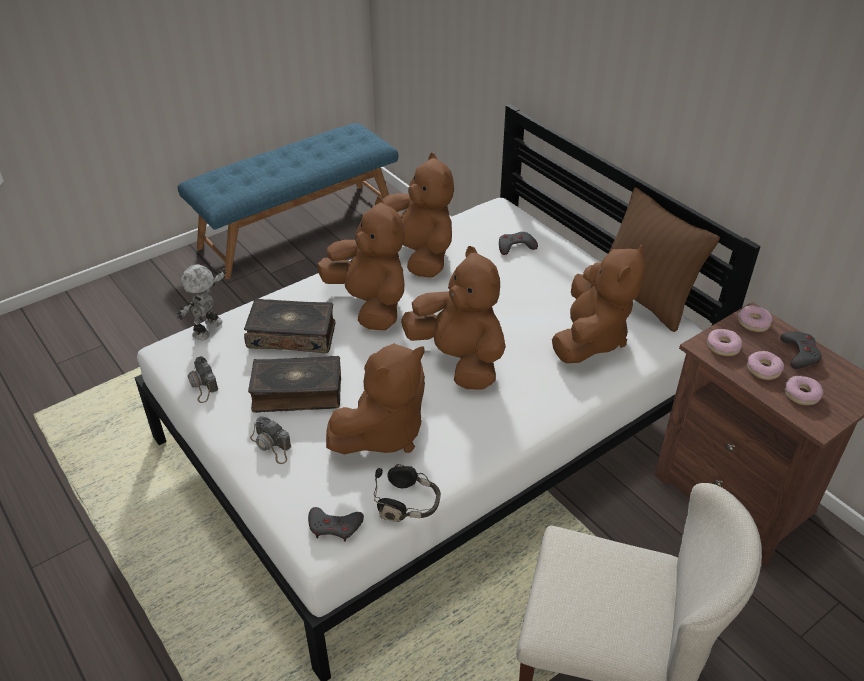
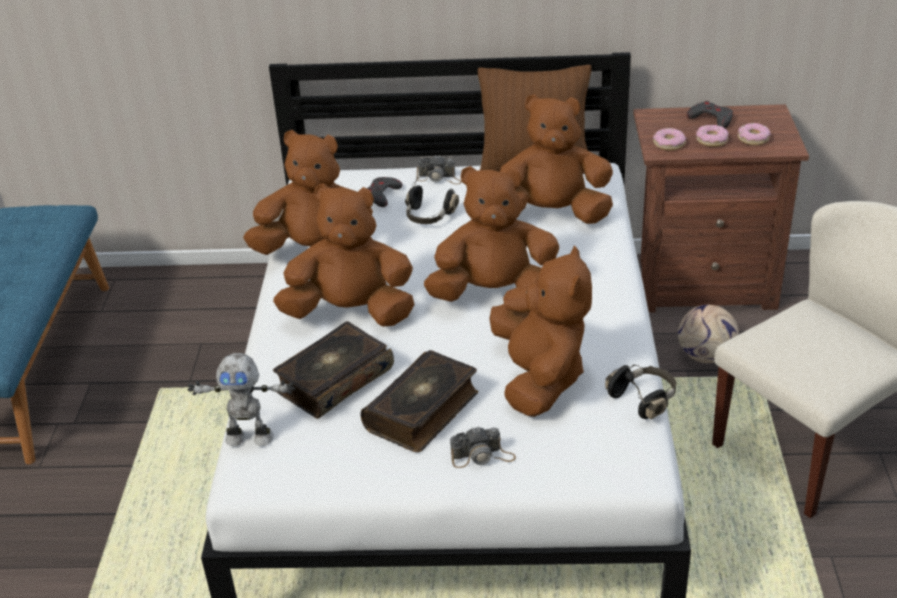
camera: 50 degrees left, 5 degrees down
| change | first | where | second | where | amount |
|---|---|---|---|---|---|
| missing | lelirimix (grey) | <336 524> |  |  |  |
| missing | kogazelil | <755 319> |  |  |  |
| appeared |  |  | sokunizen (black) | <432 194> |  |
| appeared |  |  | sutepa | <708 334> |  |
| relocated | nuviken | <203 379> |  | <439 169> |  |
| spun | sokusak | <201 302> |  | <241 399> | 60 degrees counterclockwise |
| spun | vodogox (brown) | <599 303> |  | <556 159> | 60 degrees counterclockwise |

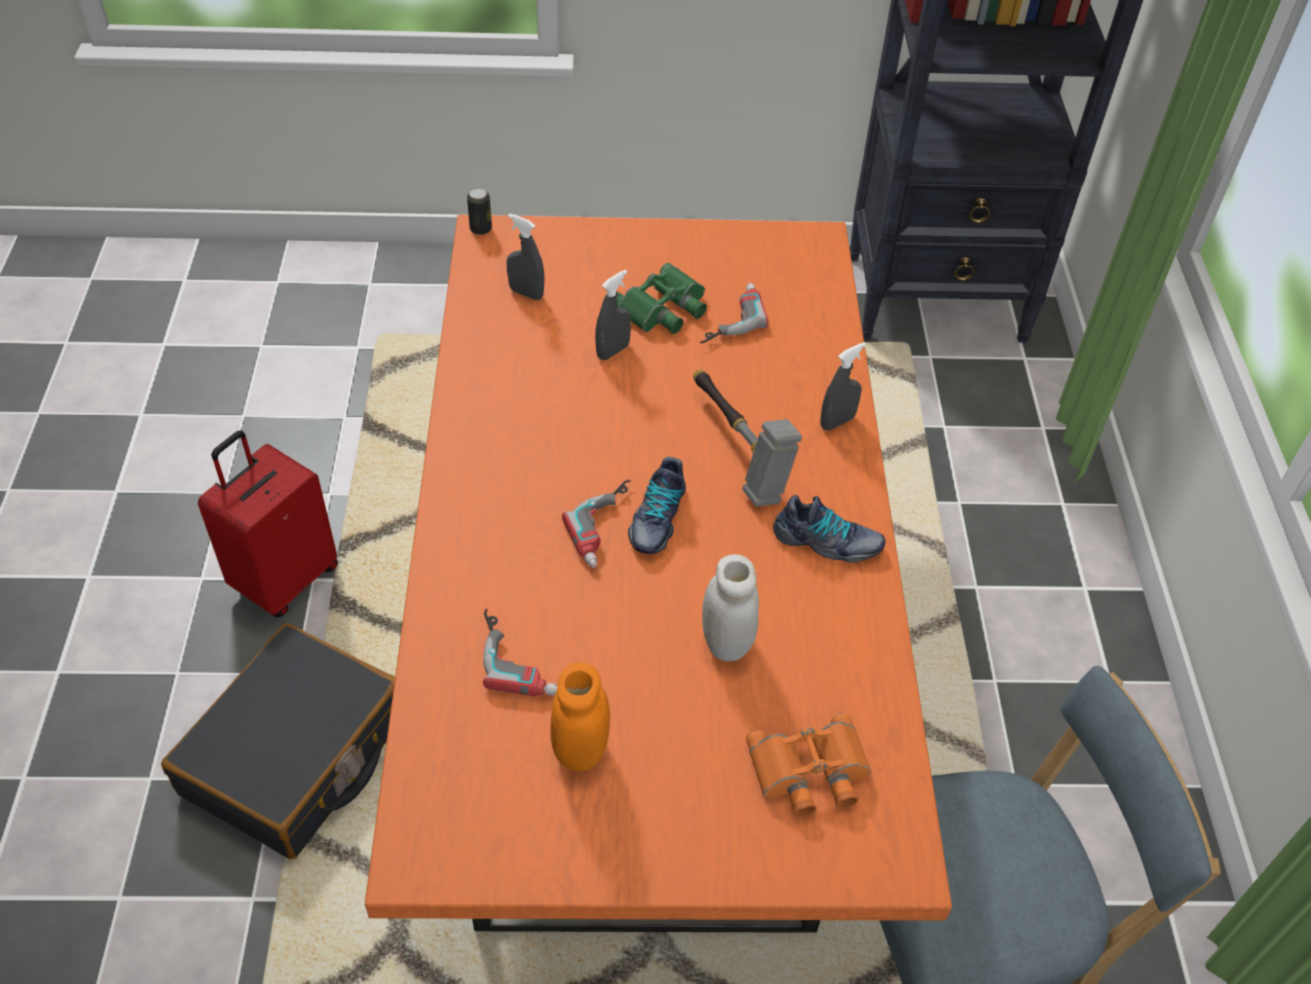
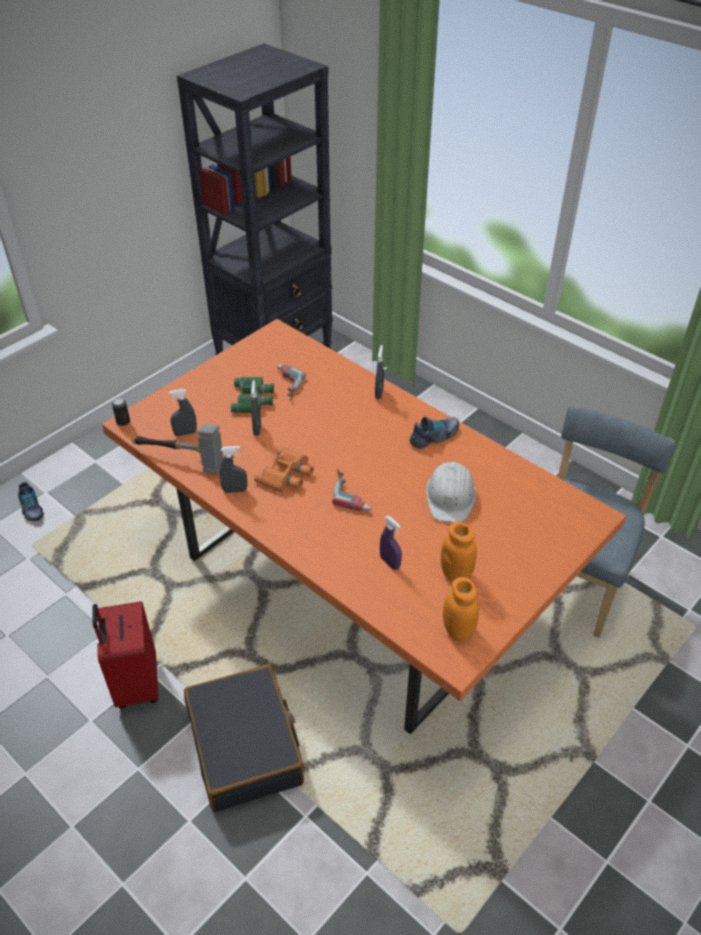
camera: 45 degrees left, 5 degrees down
| change | first | where | second | where | amount |
|---|---|---|---|---|---|
| appeared |  |  | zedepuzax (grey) | <233 469> |  |
| appeared |  |  | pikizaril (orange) | <461 609> |  |
| relocated | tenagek | <657 505> |  | <31 501> |  |
| relocated | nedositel | <747 438> |  | <177 449> |  |
| relocated | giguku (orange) | <808 765> |  | <284 469> |  |
| exchanged | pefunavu | <520 652> | zedepuzax (purple) | <391 543> |  |
| exchanged | pikizaril (white) | <730 608> | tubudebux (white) | <451 492> |  |

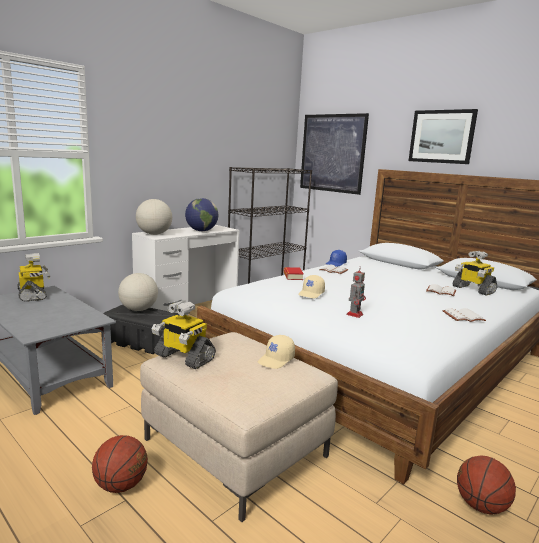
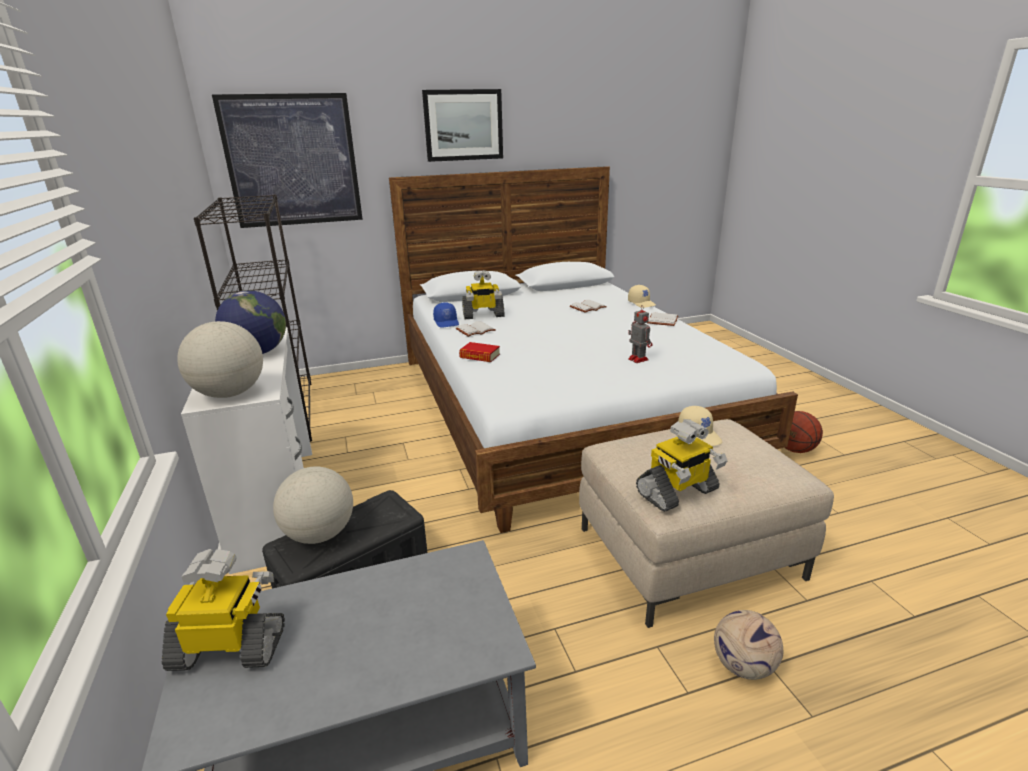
camera: 60 degrees left, 10 degrees up
| change | first | where | second | where | amount |
|---|---|---|---|---|---|
| relocated | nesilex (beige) | <311 286> |  | <642 296> |  |
| relocated | sokusak | <474 273> |  | <483 294> |  |
| exchanged | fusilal | <120 464> | sutepa | <748 645> |  |

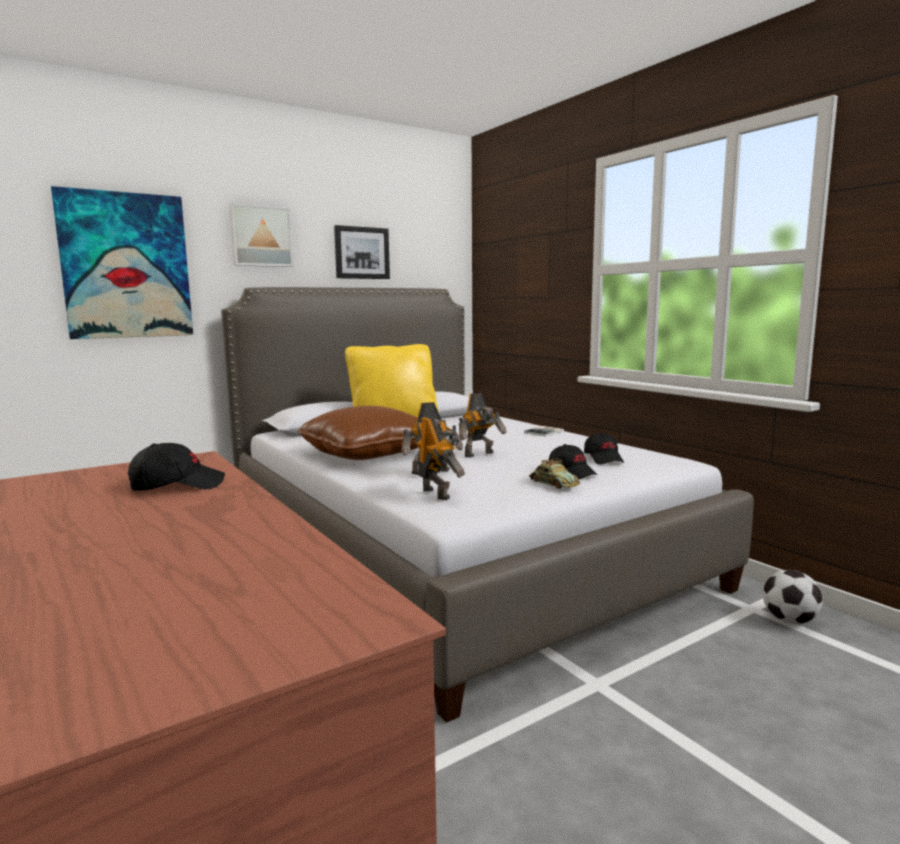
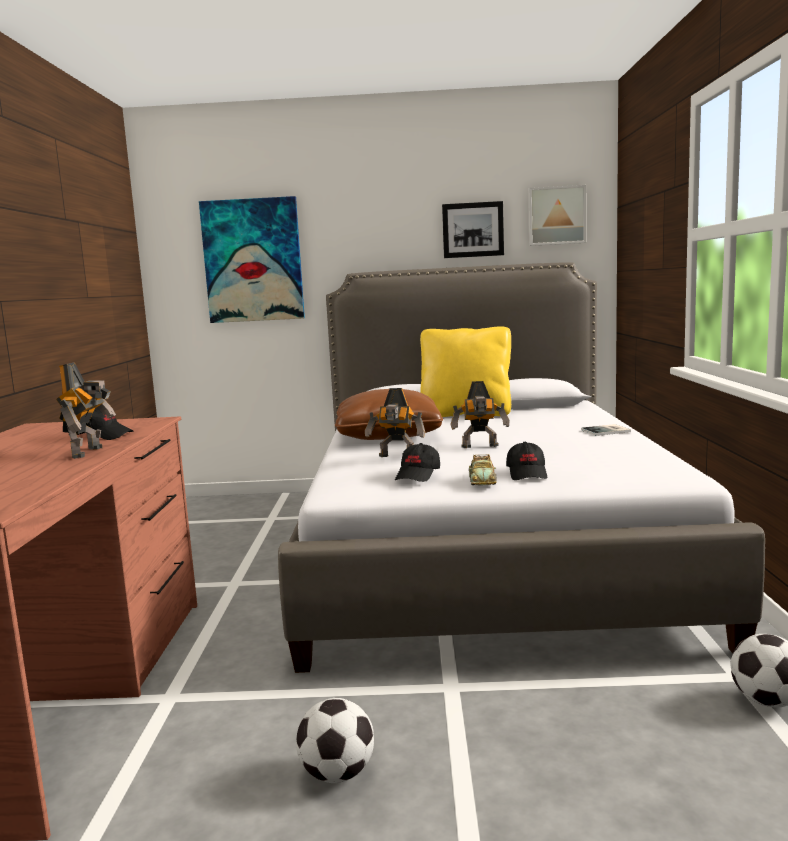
camera: 35 degrees right, 0 degrees up
| change | first | where | second | where | amount |
|---|---|---|---|---|---|
| appeared |  |  | sutepa | <335 740> |  |
| relocated | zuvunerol | <261 235> |  | <557 215> |  |
| relocated | sokusak | <440 458> |  | <86 410> |  |
| relocated | nesilex (black) | <604 448> |  | <417 462> |  |

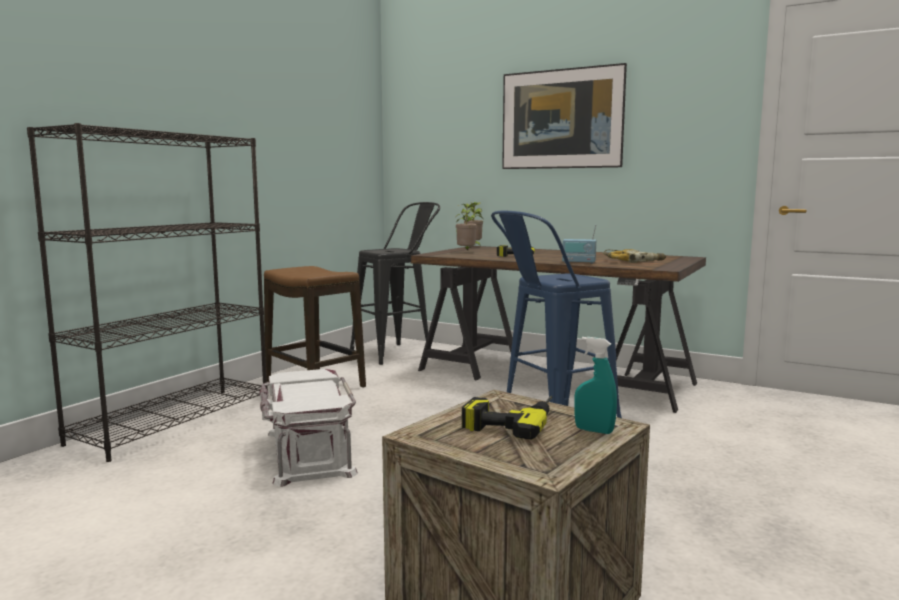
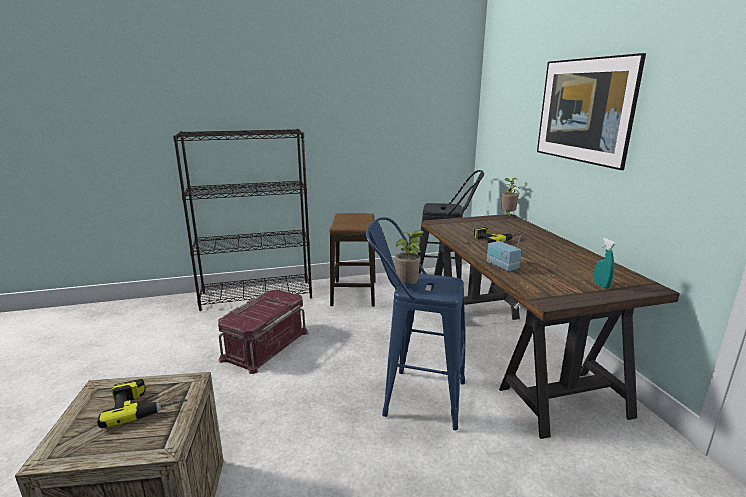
camera: 45 degrees right, 10 degrees up
| change | first | where | second | where | amount |
|---|---|---|---|---|---|
| missing | pefunavu | <634 256> |  |  |  |
| relocated | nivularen | <466 226> |  | <409 257> |  |
| relocated | zedepuzax (turquoise) | <595 385> |  | <604 263> |  |
| colour | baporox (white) | <308 428> | baporox (red) | <263 331> |  |

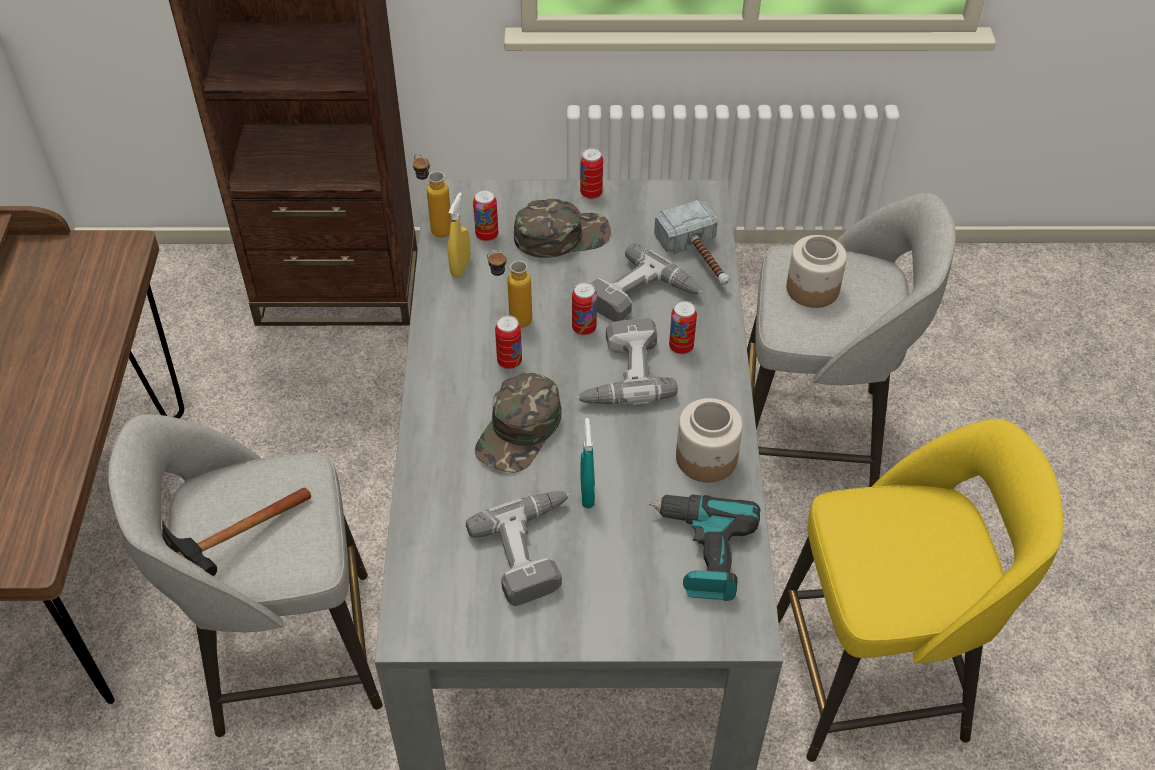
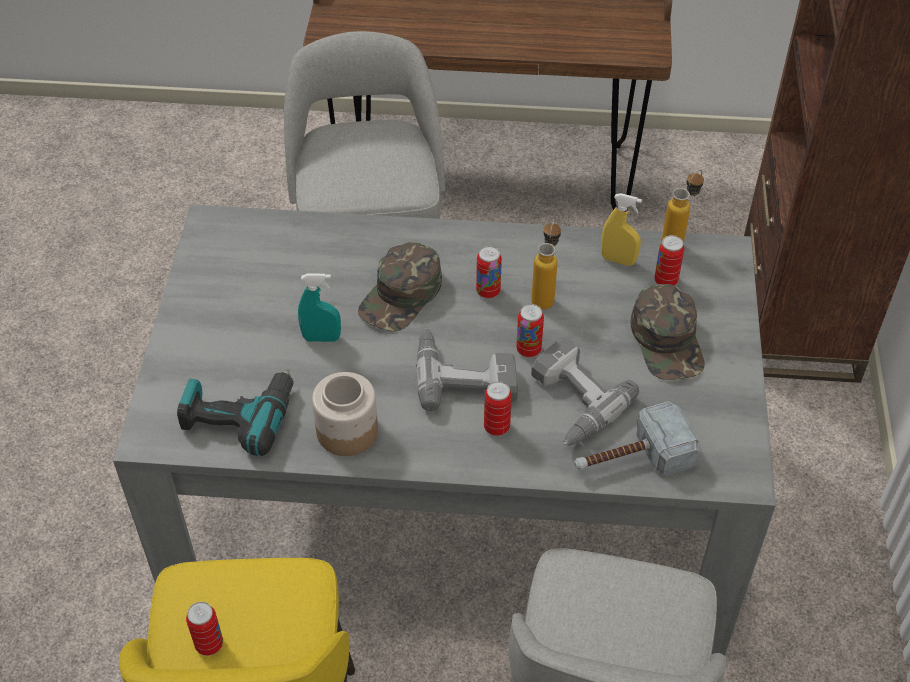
camera: 95 degrees right, 0 degrees up
| change | first | where | second | where | amount |
|---|---|---|---|---|---|
| missing | nedositel | <236 532> |  |  |  |
| missing | pefunavu | <517 548> |  |  |  |
| missing | pikizaril | <816 271> |  |  |  |
| relocated | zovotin | <591 173> |  | <204 629> |  |
| spun | nesilex (green) | <518 422> |  | <400 287> | 90 degrees counterclockwise |

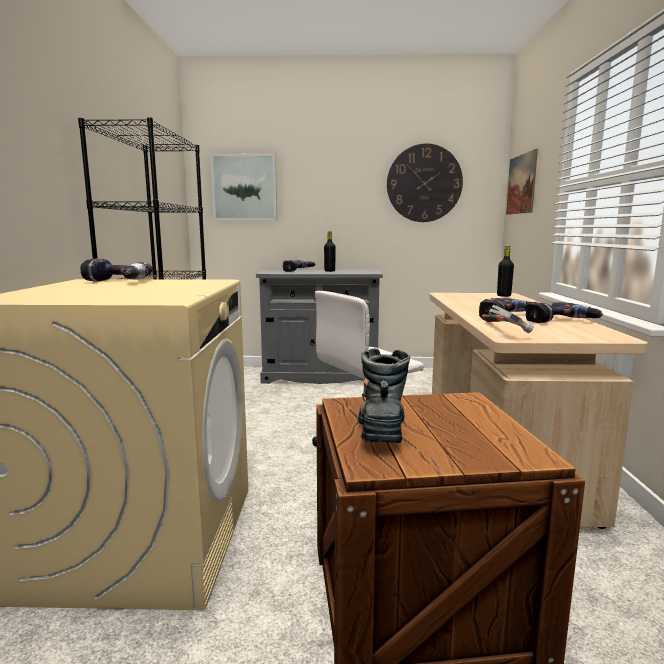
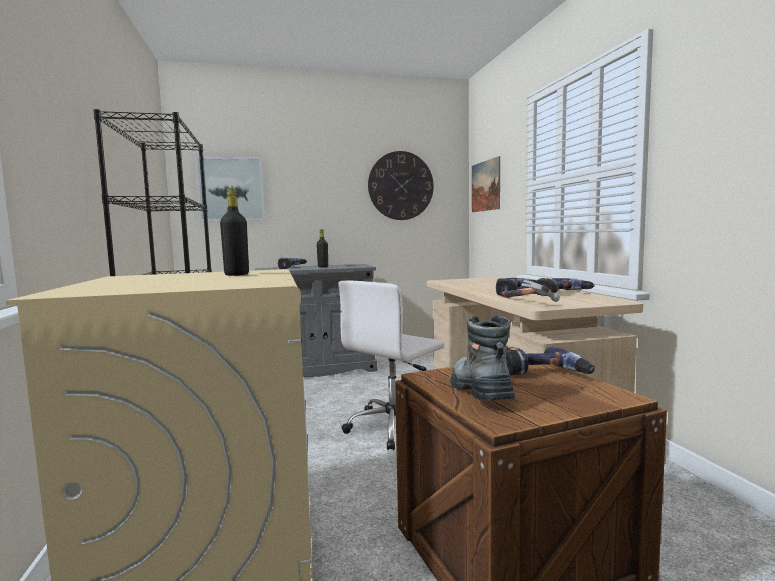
camera: 15 degrees left, 5 degrees down
| change | first | where | second | where | amount |
|---|---|---|---|---|---|
| relocated | pefunavu | <117 270> |  | <550 360> |  |
| relocated | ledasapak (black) | <505 271> |  | <234 232> |  |

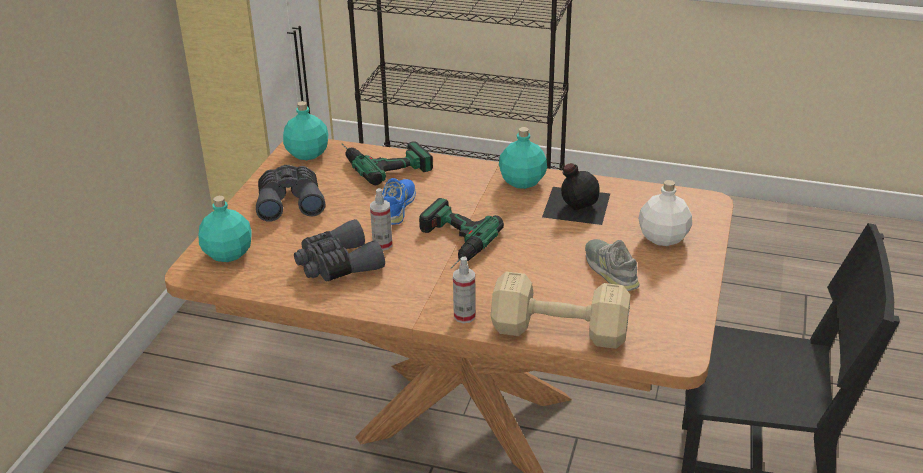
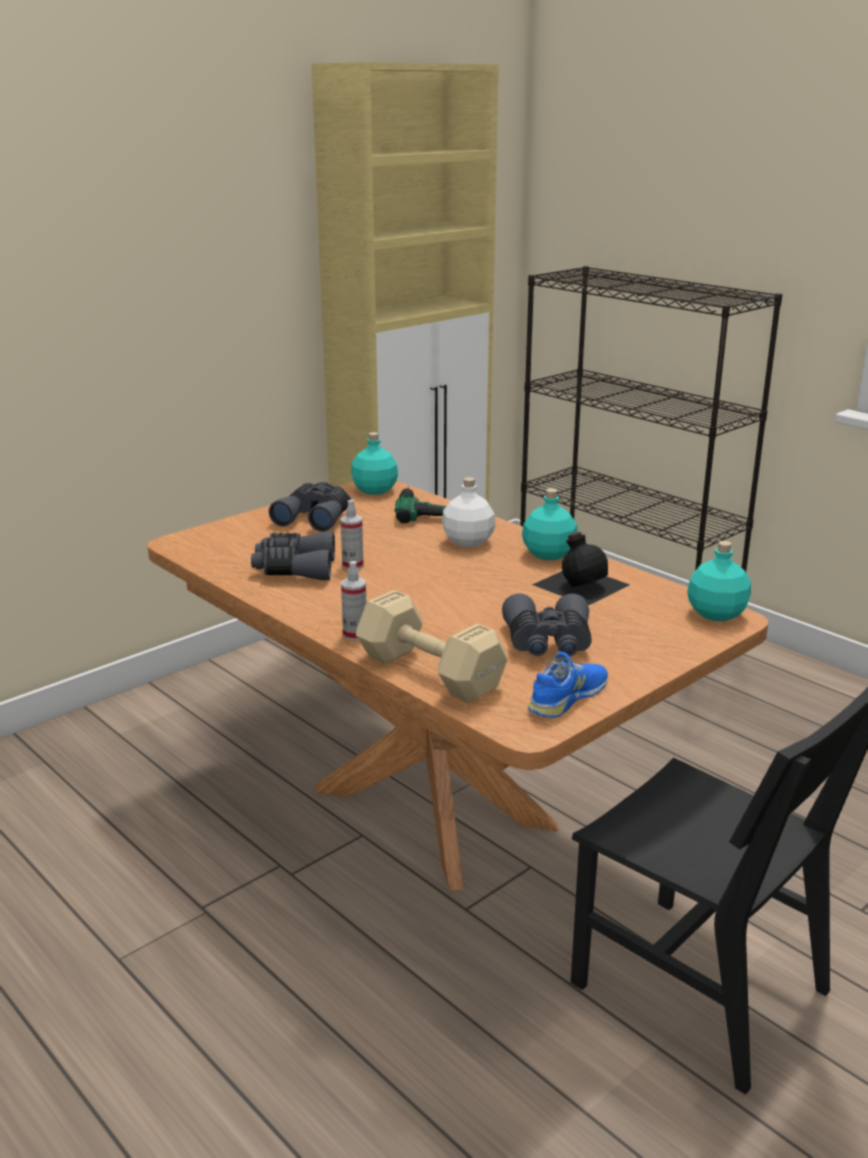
camera: 30 degrees right, 10 degrees down
| change | first | where | second | where | amount |
|---|---|---|---|---|---|
| missing | pefunavu | <461 233> |  |  |  |
| relocated | ledasapak (turquoise) | <225 229> |  | <719 581> |  |
| relocated | tenagek (blue) | <399 201> |  | <568 685> |  |
| relocated | ledasapak (white) | <665 213> |  | <469 512> |  |
| exchanged | tenagek (grey) | <612 265> | giguku (grey) | <546 625> |  |

